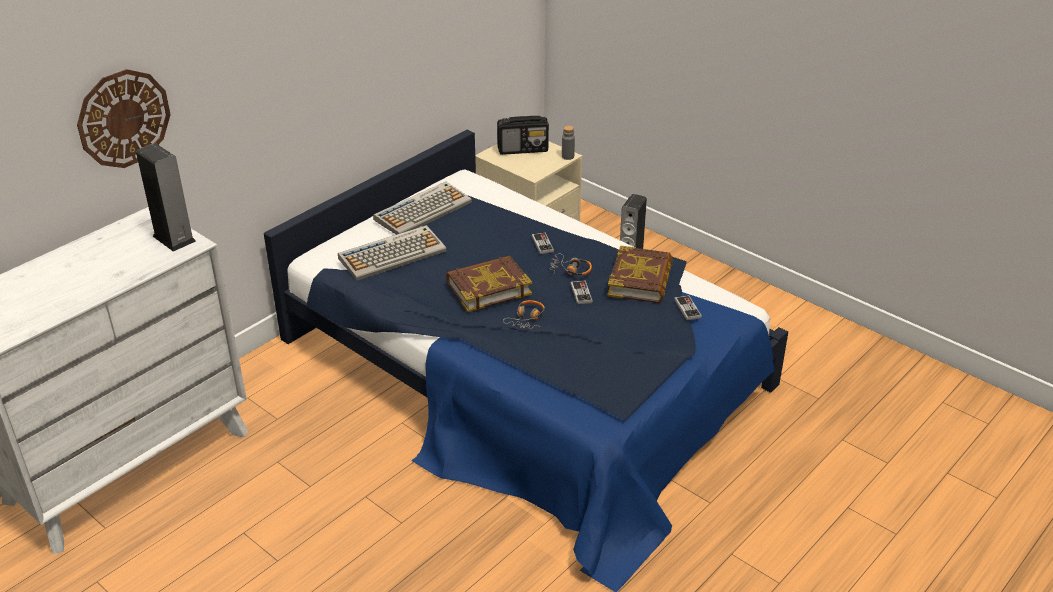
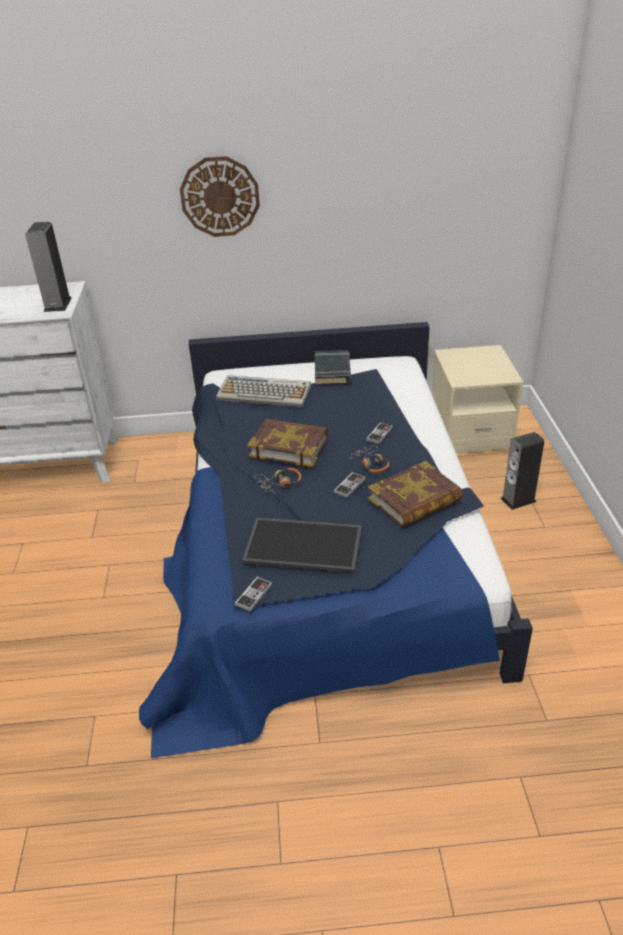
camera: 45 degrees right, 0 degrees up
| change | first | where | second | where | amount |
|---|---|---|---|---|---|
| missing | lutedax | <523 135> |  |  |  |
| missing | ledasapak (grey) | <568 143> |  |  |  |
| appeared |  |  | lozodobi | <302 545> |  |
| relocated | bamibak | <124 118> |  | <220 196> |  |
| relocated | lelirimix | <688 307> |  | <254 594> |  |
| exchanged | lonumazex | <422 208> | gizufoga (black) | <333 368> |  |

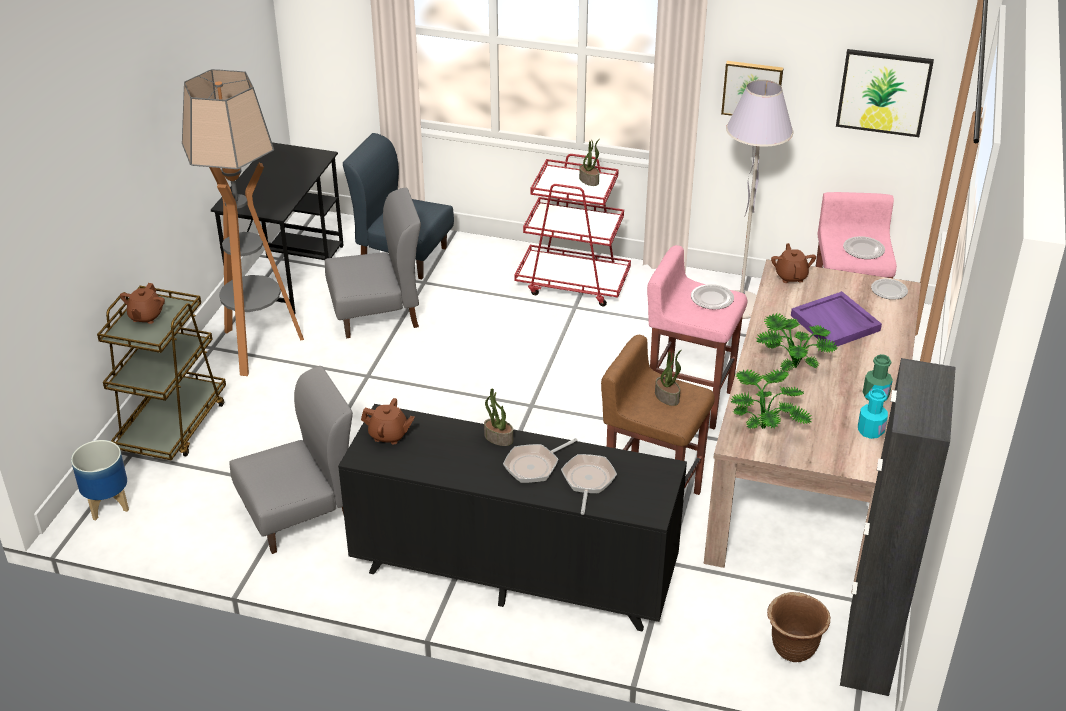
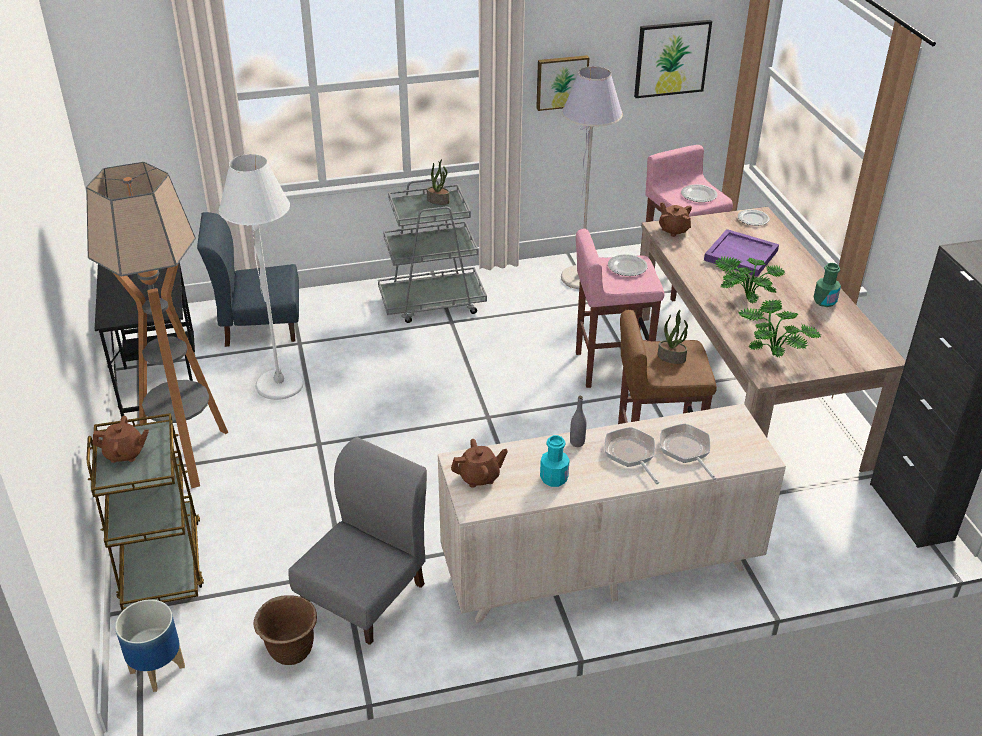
camera: 30 degrees left, 0 degrees up
| change | first | where | second | where | amount |
|---|---|---|---|---|---|
| relocated | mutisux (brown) | <798 627> |  | <285 630> |  |
| relocated | ledasapak (turquoise) | <873 413> |  | <555 461> |  |
| exchanged | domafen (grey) | <373 263> | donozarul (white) | <261 277> |  |
| exchanged | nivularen | <498 417> | ledasapak (grey) | <578 421> |  |
| colour | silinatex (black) | <512 518> | silinatex (beige) | <612 513> |  |
| colour | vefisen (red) | <572 230> | vefisen (grey) | <432 251> |  |
| spun | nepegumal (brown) | <142 303> |  | <120 439> | 75 degrees counterclockwise |
| spun | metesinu | <540 460> |  | <632 455> | 135 degrees clockwise |

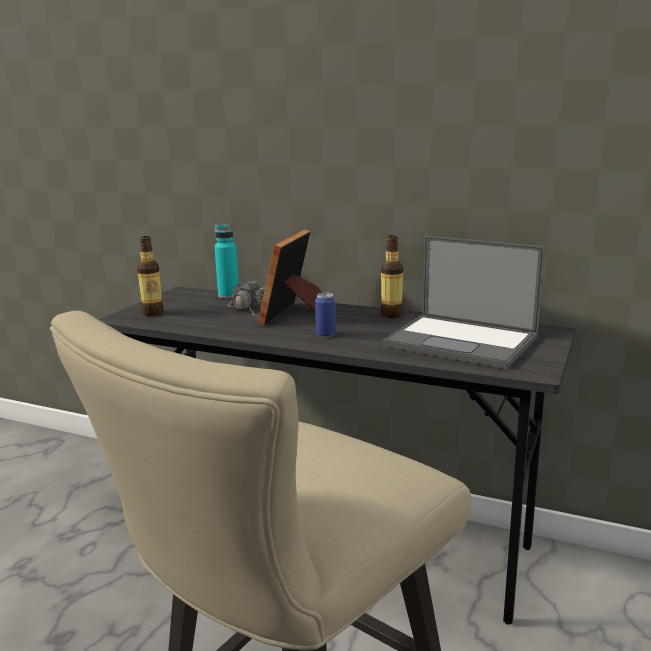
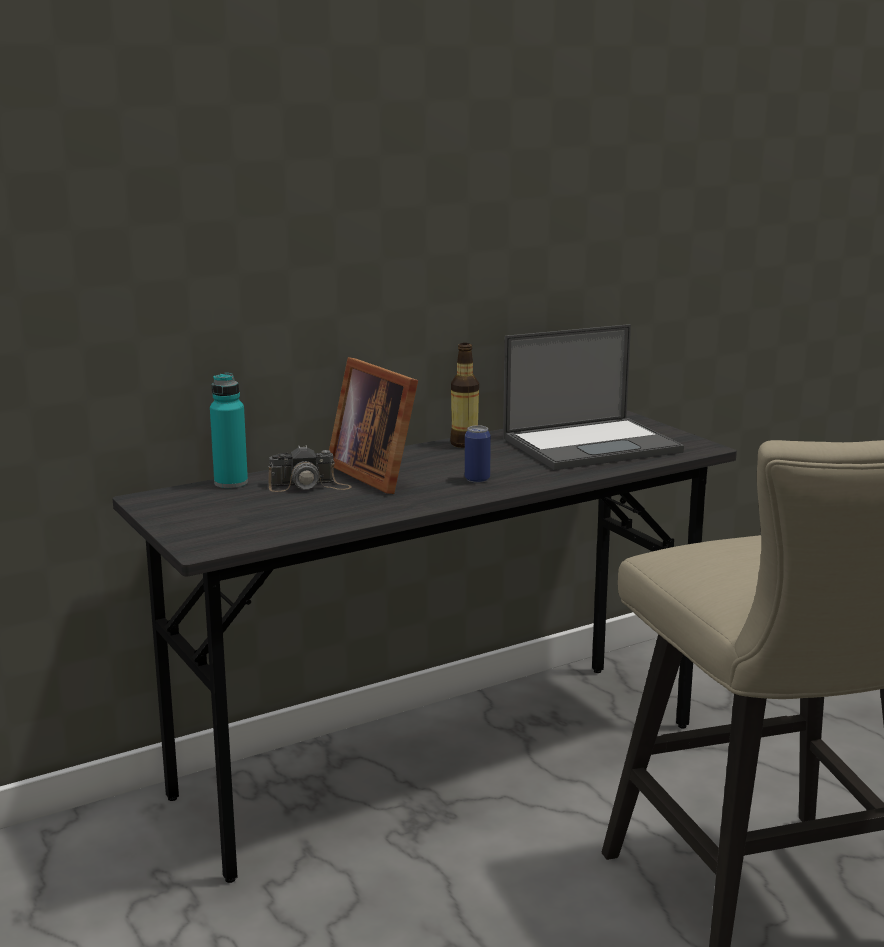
camera: 55 degrees left, 0 degrees up
| change | first | where | second | where | amount |
|---|---|---|---|---|---|
| missing | ledasapak | <150 276> |  |  |  |

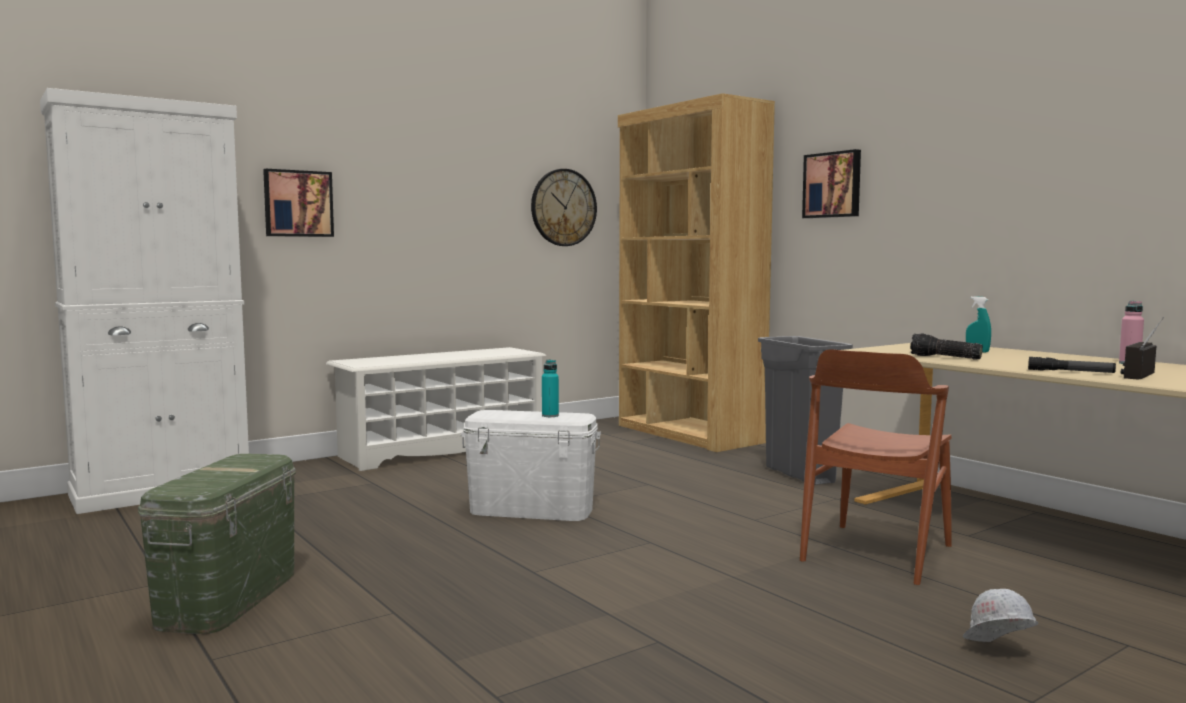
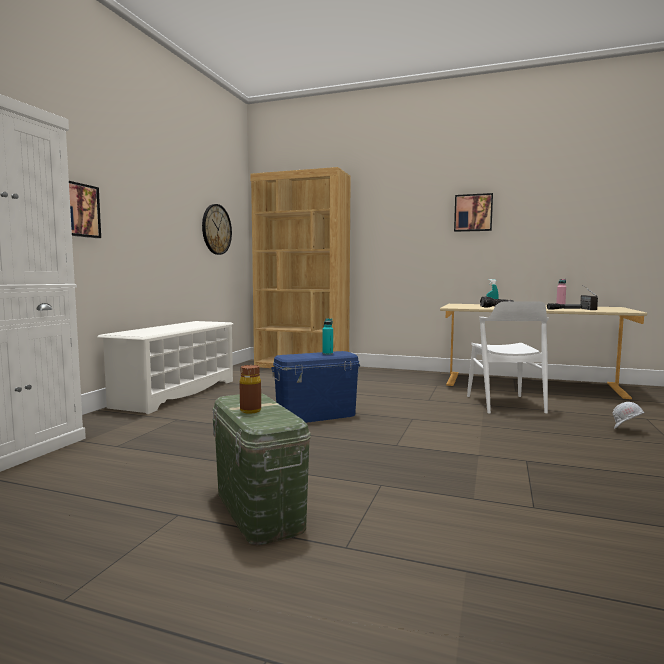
camera: 35 degrees left, 0 degrees up
| change | first | where | second | where | amount |
|---|---|---|---|---|---|
| missing | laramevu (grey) | <805 410> |  |  |  |
| appeared |  |  | ledasapak (brown) | <250 389> |  |
| relocated | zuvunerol | <831 183> |  | <473 212> |  |
| colour | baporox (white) | <531 465> | baporox (blue) | <315 387> |  |
| colour | domafen (brown) | <876 467> | domafen (white) | <508 357> |  |

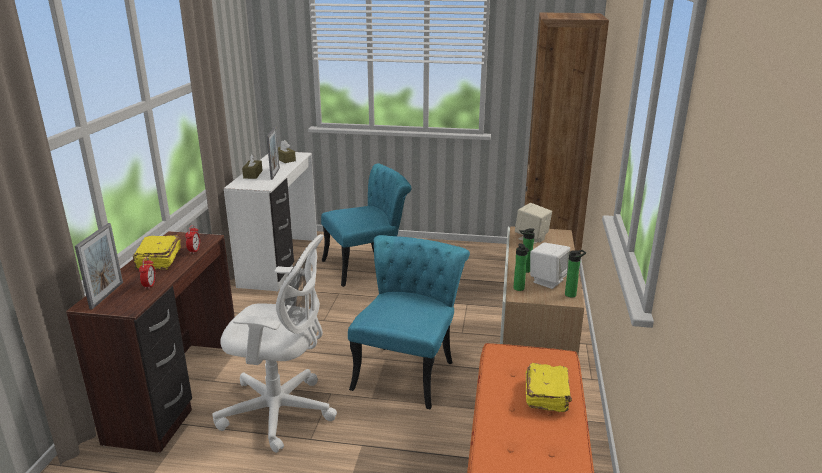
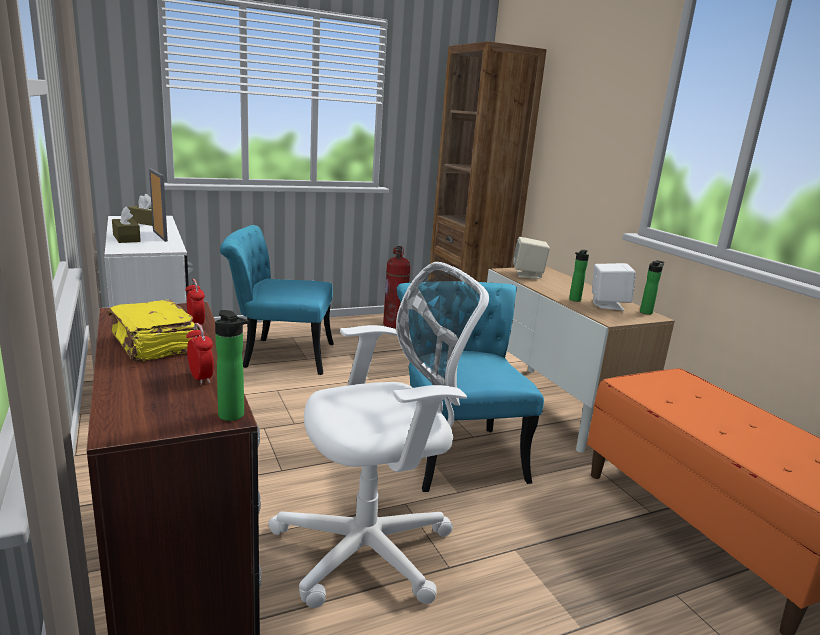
camera: 35 degrees left, 5 degrees down
| change | first | where | second | where | amount |
|---|---|---|---|---|---|
| missing | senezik | <99 266> |  |  |  |
| missing | gizufoga (yellow) | <549 387> |  |  |  |
| appeared |  |  | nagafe | <397 287> |  |
| relocated | ledasapak | <521 267> |  | <232 365> |  |
| spun | domafen (turquoise) | <366 225> |  | <277 300> | 120 degrees counterclockwise |

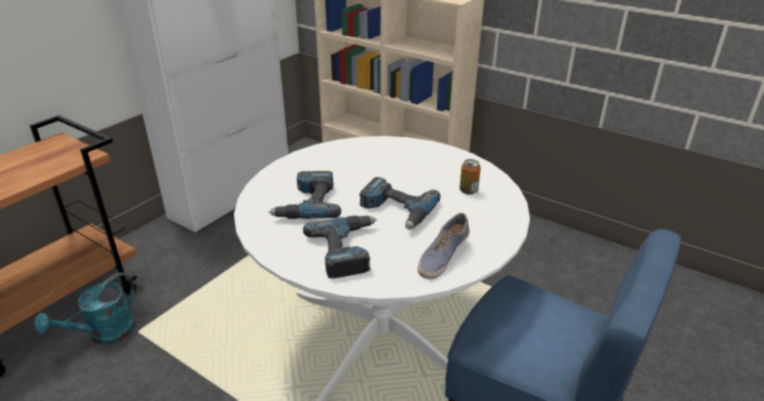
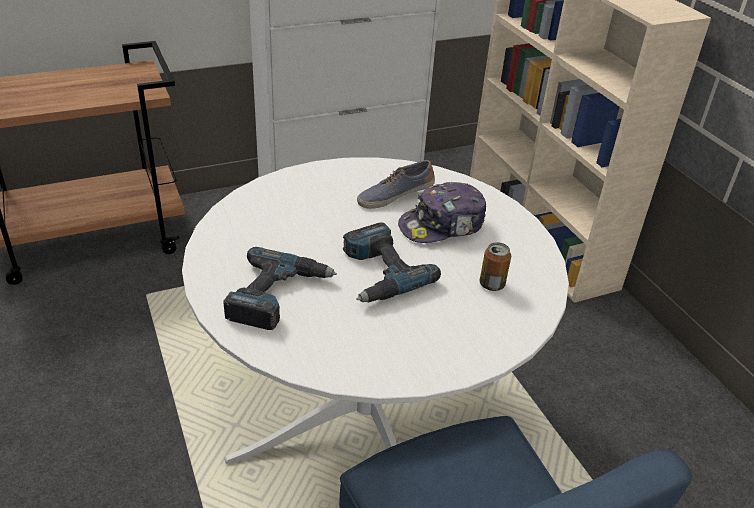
camera: 30 degrees right, 5 degrees up
| change | first | where | second | where | amount |
|---|---|---|---|---|---|
| missing | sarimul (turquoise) | <85 309> |  |  |  |
| missing | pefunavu | <304 195> |  |  |  |
| appeared |  |  | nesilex | <442 212> |  |
| relocated | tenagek | <444 246> |  | <396 184> |  |

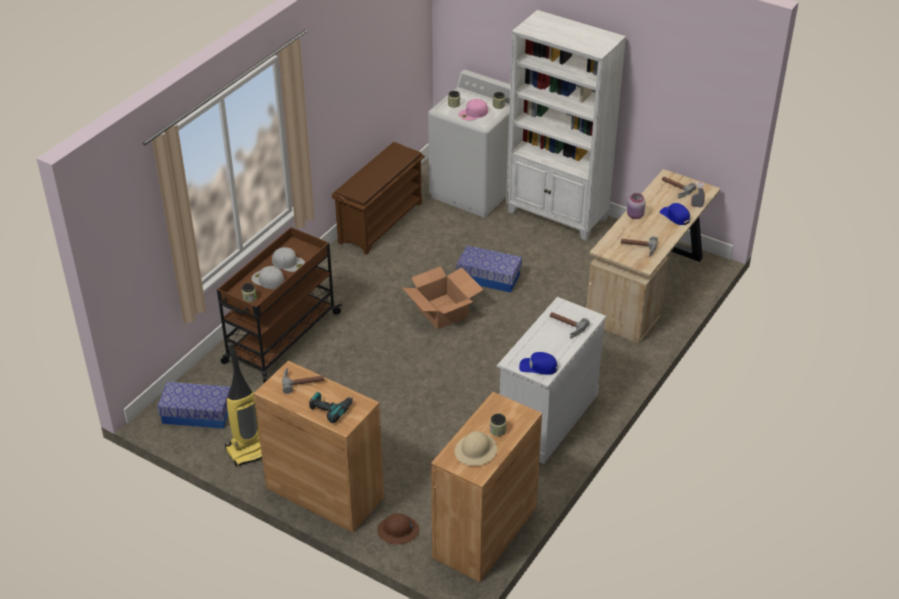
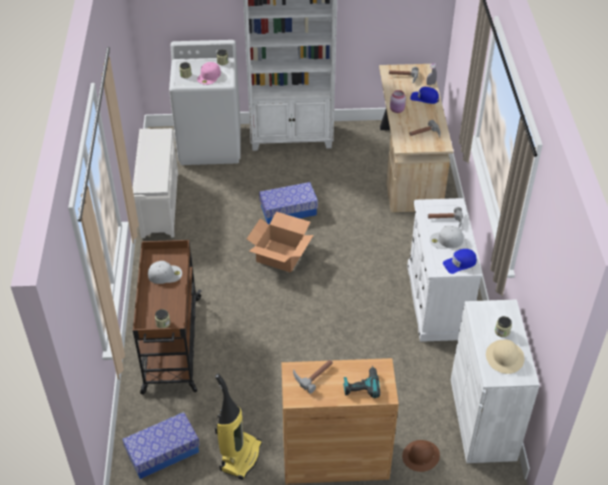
camera: 35 degrees left, 5 degrees up
| change | first | where | second | where | amount |
|---|---|---|---|---|---|
| relocated | nesilex (white) | <268 277> |  | <447 237> |  |
| colour | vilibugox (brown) | <378 198> | vilibugox (white) | <155 183> |  |
| colour | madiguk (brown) | <486 487> | madiguk (white) | <495 381> |  |

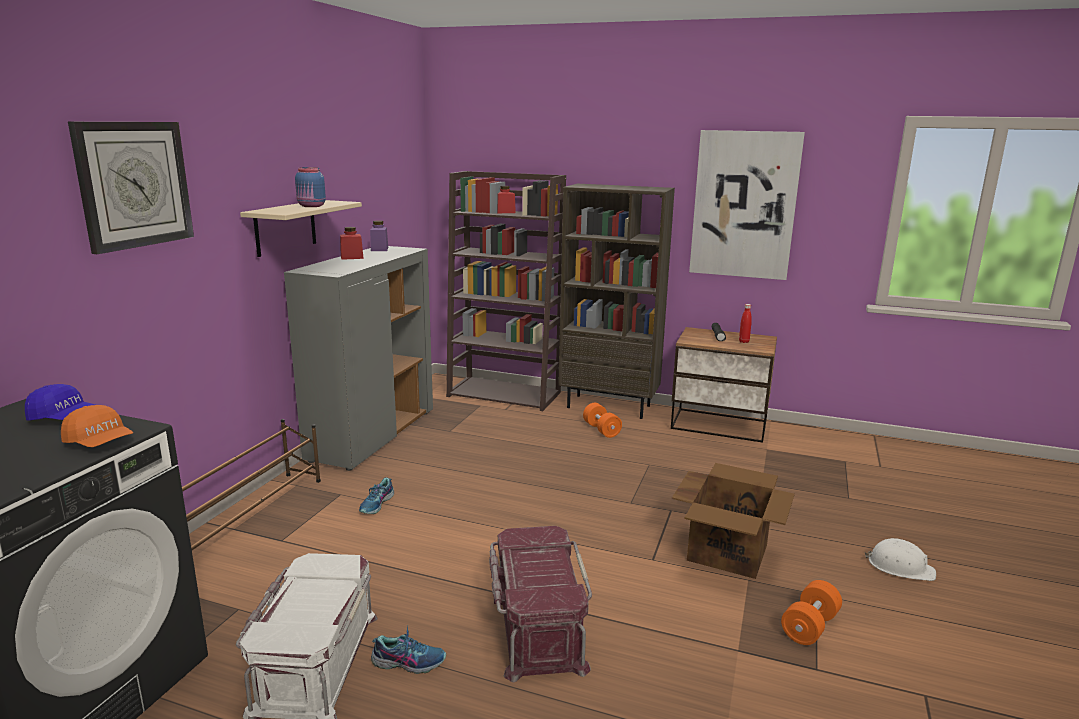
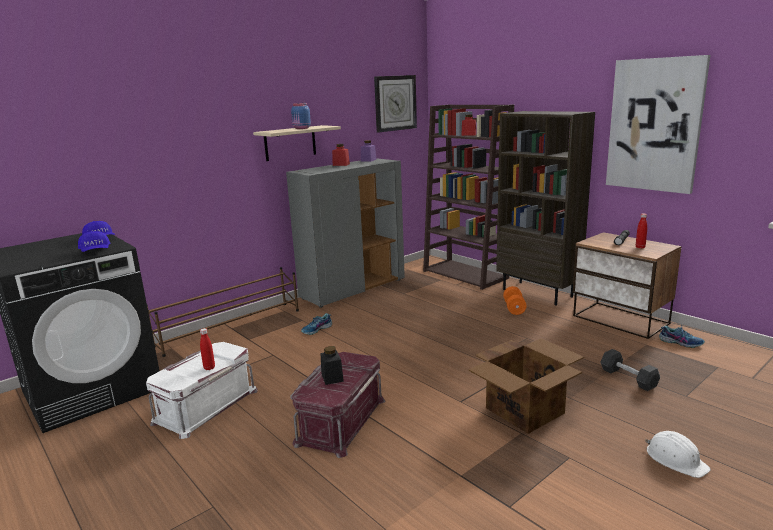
camera: 30 degrees right, 0 degrees up
| change | first | where | second | where | amount |
|---|---|---|---|---|---|
| missing | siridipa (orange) | <811 612> |  |  |  |
| appeared |  |  | ledasapak (red) | <207 349> |  |
| appeared |  |  | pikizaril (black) | <332 365> |  |
| appeared |  |  | siridipa (black) | <630 370> |  |
| relocated | bamibak | <131 188> |  | <395 103> |  |
| relocated | tenagek | <408 649> |  | <682 336> |  |
| colour | nesilex (orange) | <97 426> | nesilex (blue) | <94 241> |  |

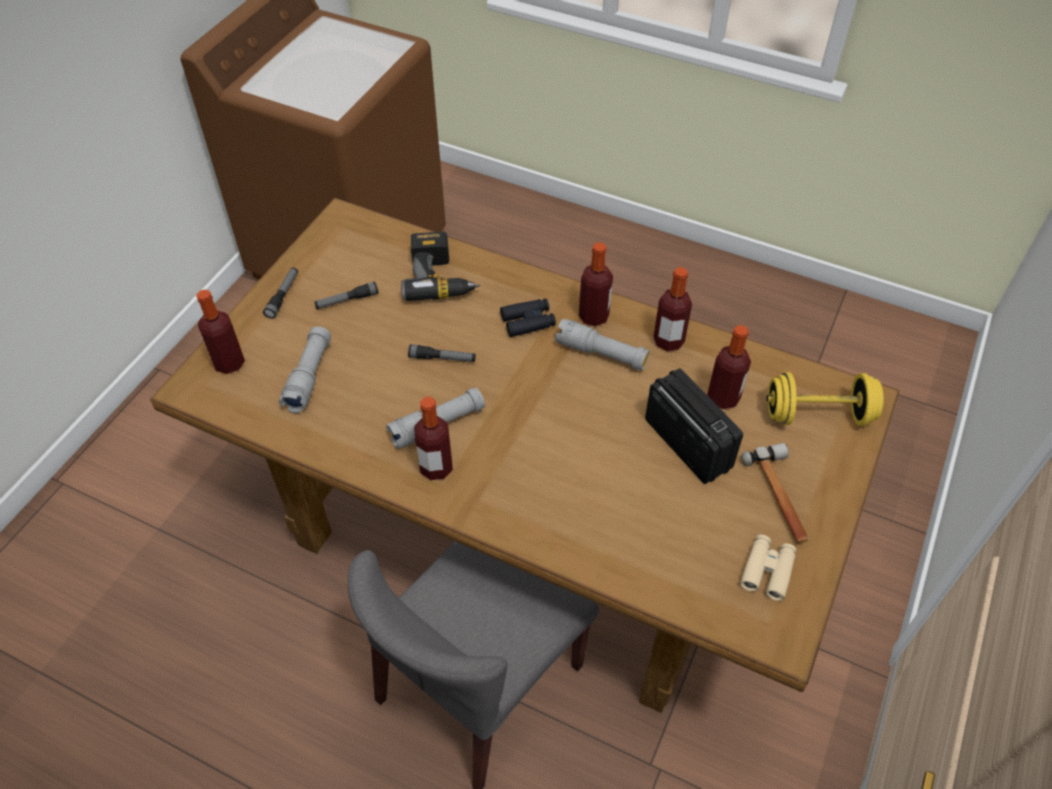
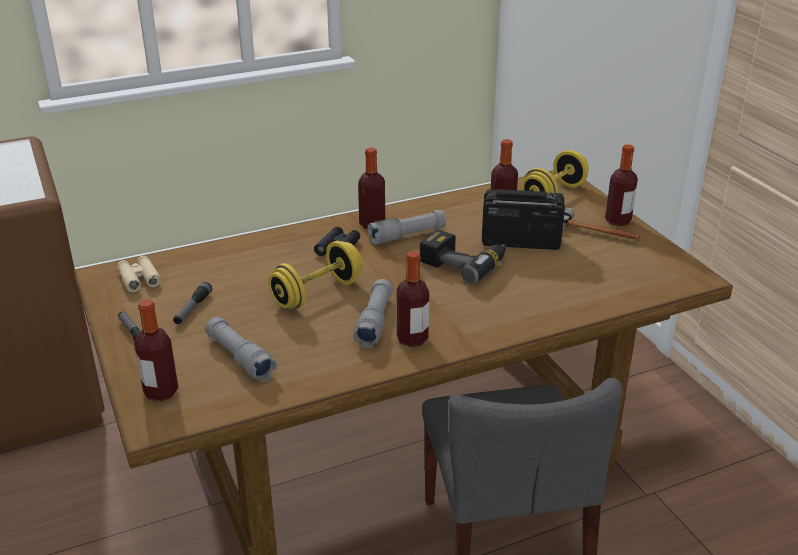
camera: 50 degrees left, 20 degrees down
| change | first | where | second | where | amount |
|---|---|---|---|---|---|
| relocated | pefunavu | <440 266> |  | <463 257> |  |
| relocated | ledasapak | <672 309> |  | <621 185> |  |
| relocated | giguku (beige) | <768 568> |  | <139 274> |  |
| exchanged | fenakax | <442 353> | siridipa (yellow) | <315 275> |  |

